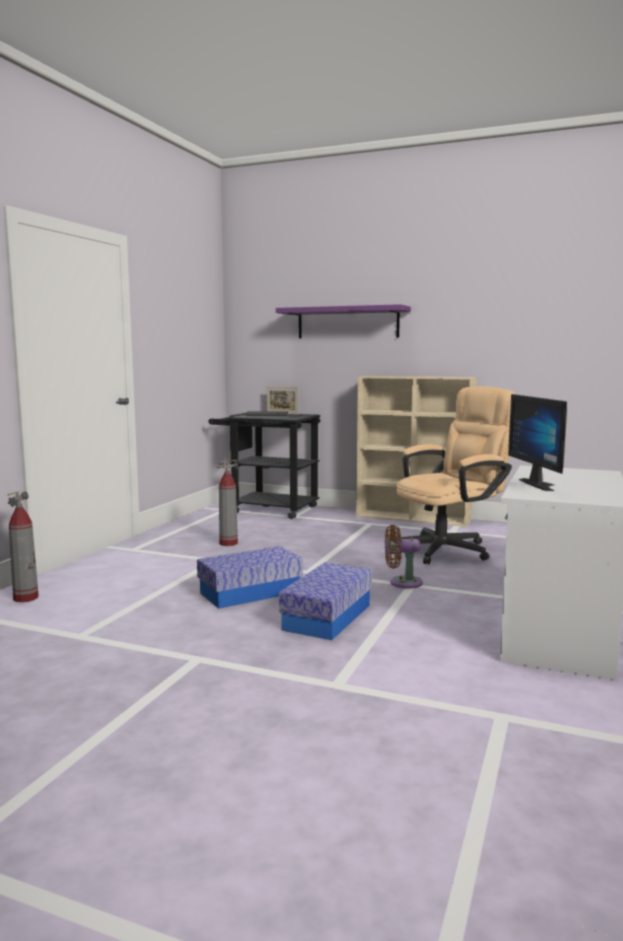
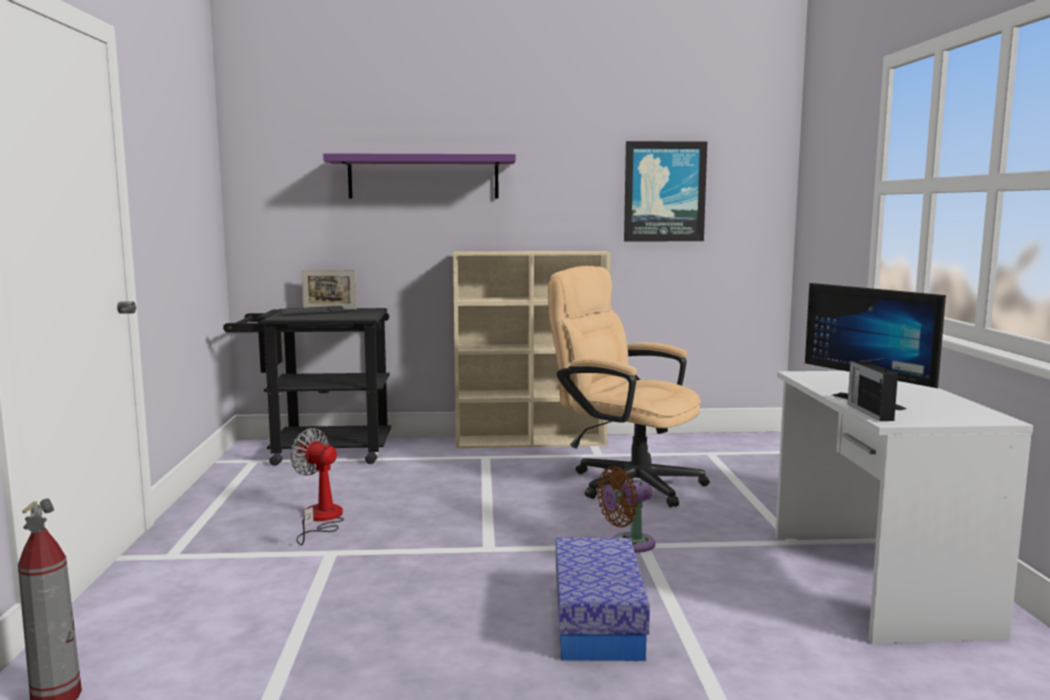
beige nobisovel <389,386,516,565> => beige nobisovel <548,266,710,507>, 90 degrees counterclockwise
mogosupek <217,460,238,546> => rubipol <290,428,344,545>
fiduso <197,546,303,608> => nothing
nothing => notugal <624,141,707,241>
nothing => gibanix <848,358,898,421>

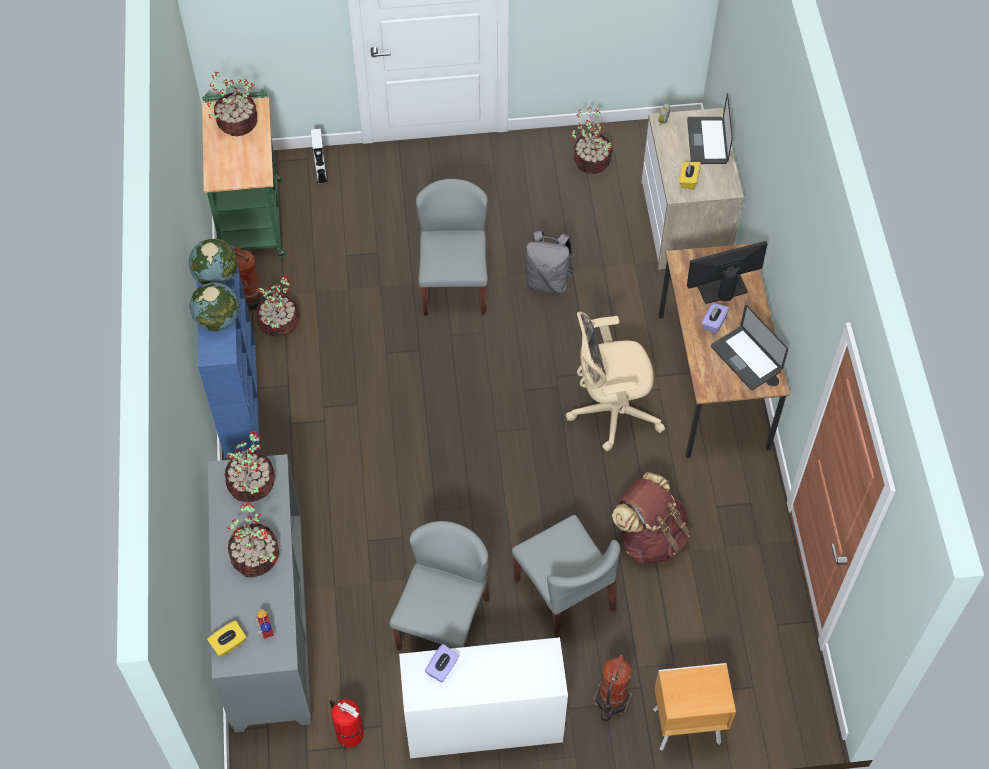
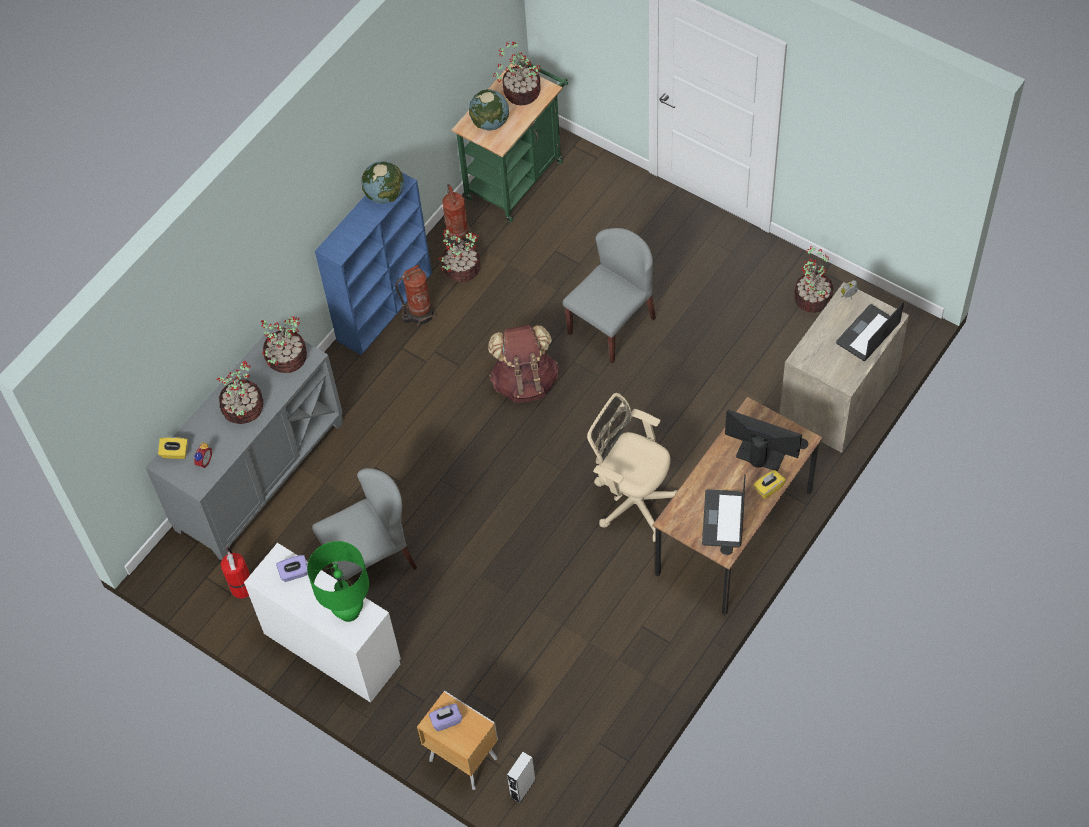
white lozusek <310,128,328,184> => white lozusek <507,752,536,803>, shifted
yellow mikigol <679,162,701,190> => yellow mikigol <753,470,786,499>, shifted
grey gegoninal <524,230,573,294> => nothing
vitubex <189,282,240,332> => vitubex <469,89,509,131>, shifted
purple mikigol <702,303,730,334> => purple mikigol <429,704,462,731>, shifted
brown gegoninal <612,472,691,564> => brown gegoninal <488,325,559,403>, shifted
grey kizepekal <512,515,620,641> => nothing
mogosupek <593,655,633,722> => mogosupek <395,265,436,326>, shifted
nothing => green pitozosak <307,541,369,622>

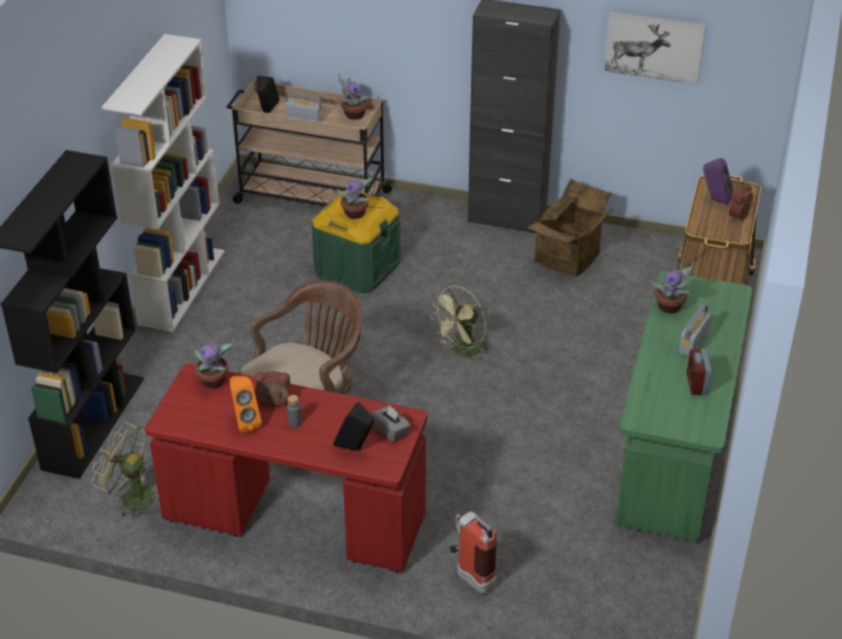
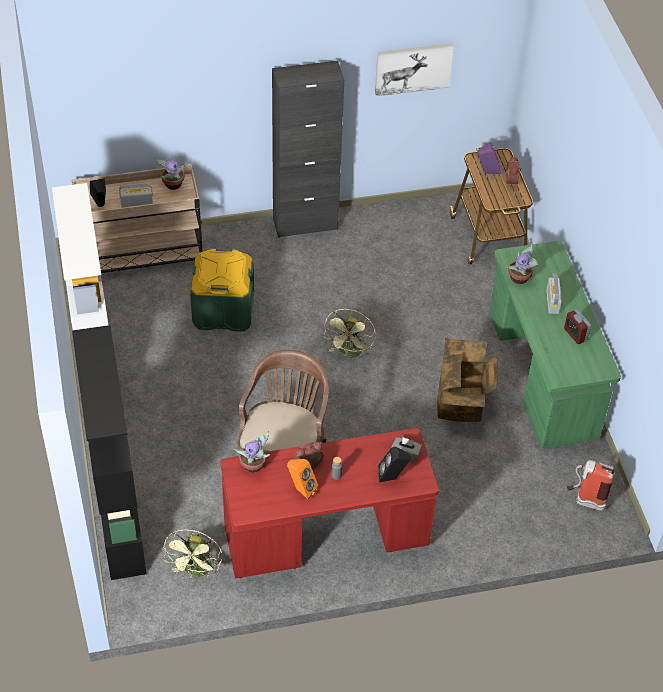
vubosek <337,173,374,219> => nothing
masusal <528,179,614,277> => masusal <437,338,498,422>, shifted
green rubipol <92,422,157,519> => green rubipol <163,530,222,578>, 75 degrees counterclockwise
mogosupek <450,512,497,594> => mogosupek <567,460,615,511>, shifted

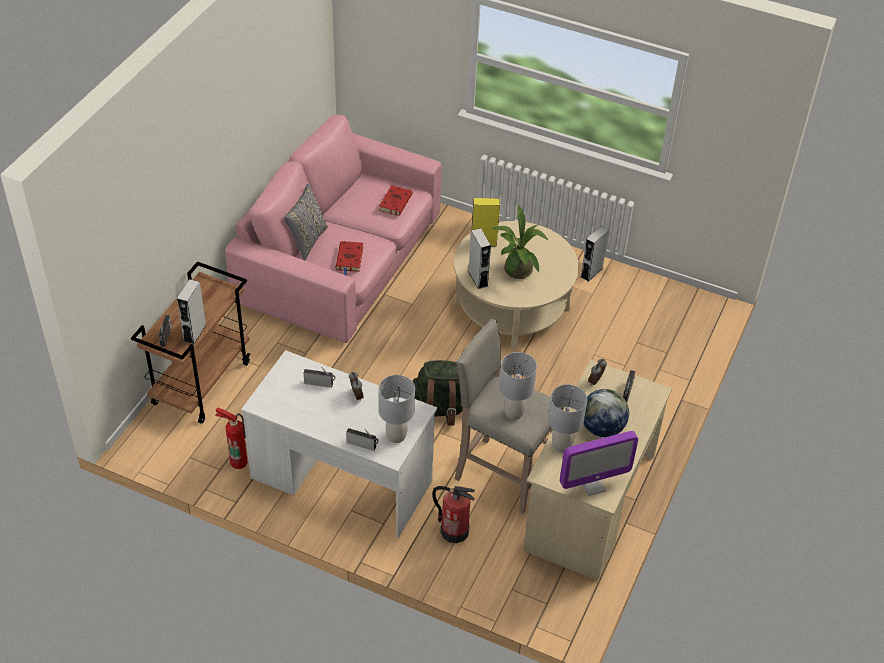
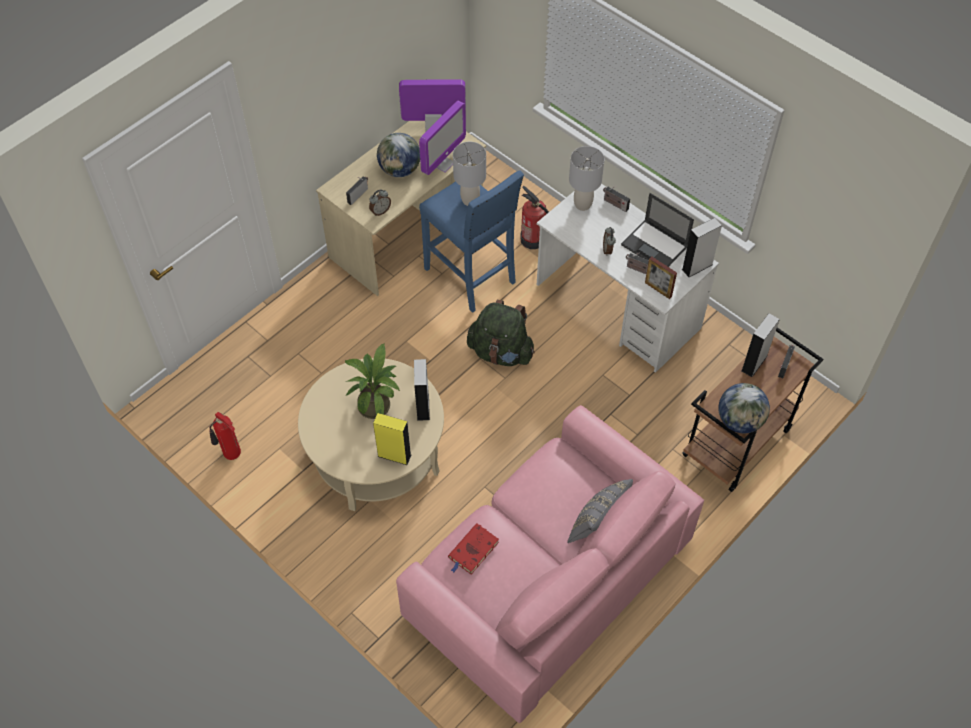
grey lozusek <581,226,609,282> => grey lozusek <682,218,722,277>, shifted
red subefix <335,241,363,276> => nothing
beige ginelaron <455,319,564,514> => blue ginelaron <419,170,524,313>
grey pitozosak <548,384,587,453> => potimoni <419,101,466,175>
mogosupek <215,407,248,469> => mogosupek <209,412,241,460>, shifted
nothing => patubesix <621,193,694,267>
nothing => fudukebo <645,256,677,299>
nothing => vitubex <718,383,770,433>

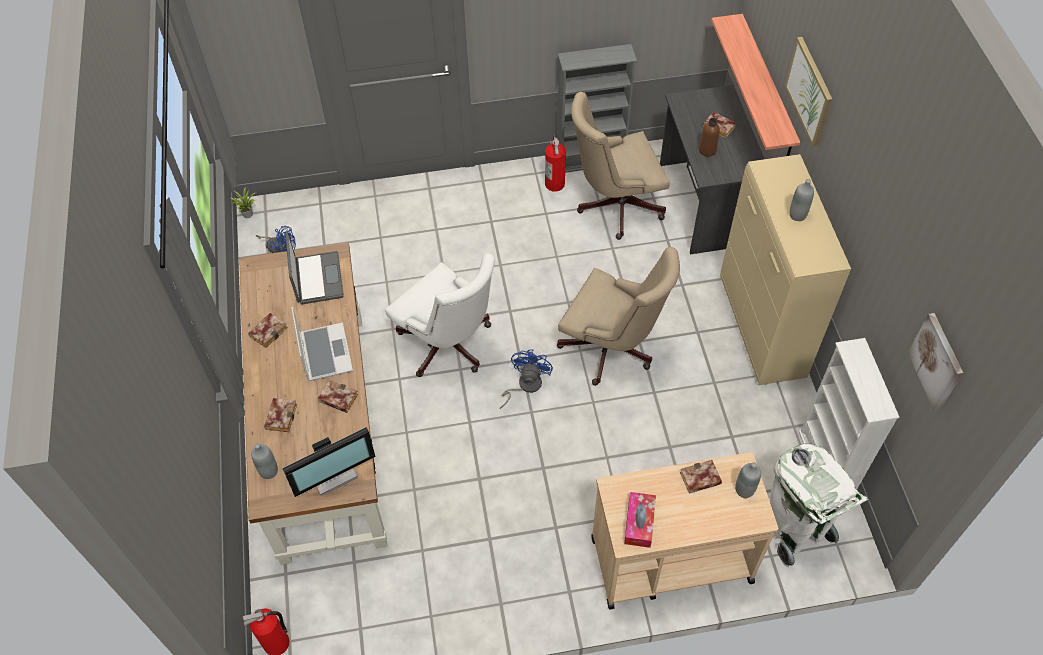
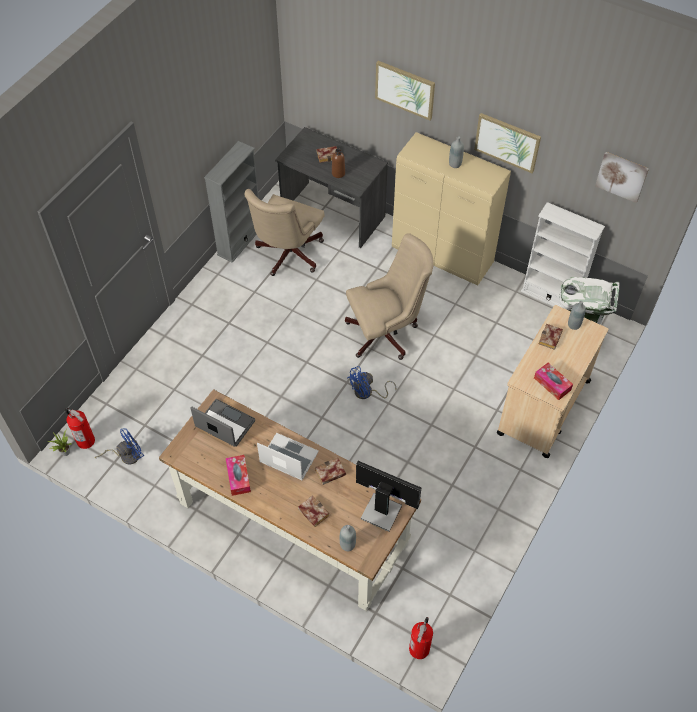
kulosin <711,14,800,156> => nothing
mogosupek <545,135,566,192> => mogosupek <65,408,95,449>, shifted
white nobisovel <385,253,495,377> => nothing
subefix <248,313,288,348> => mikigol <226,455,251,496>
blue rubipol <500,349,553,409> => blue rubipol <347,366,396,399>, 90 degrees counterclockwise
potimoni <282,427,376,497> => potimoni <356,461,421,532>, 75 degrees counterclockwise
nothing => notugal <474,113,541,173>

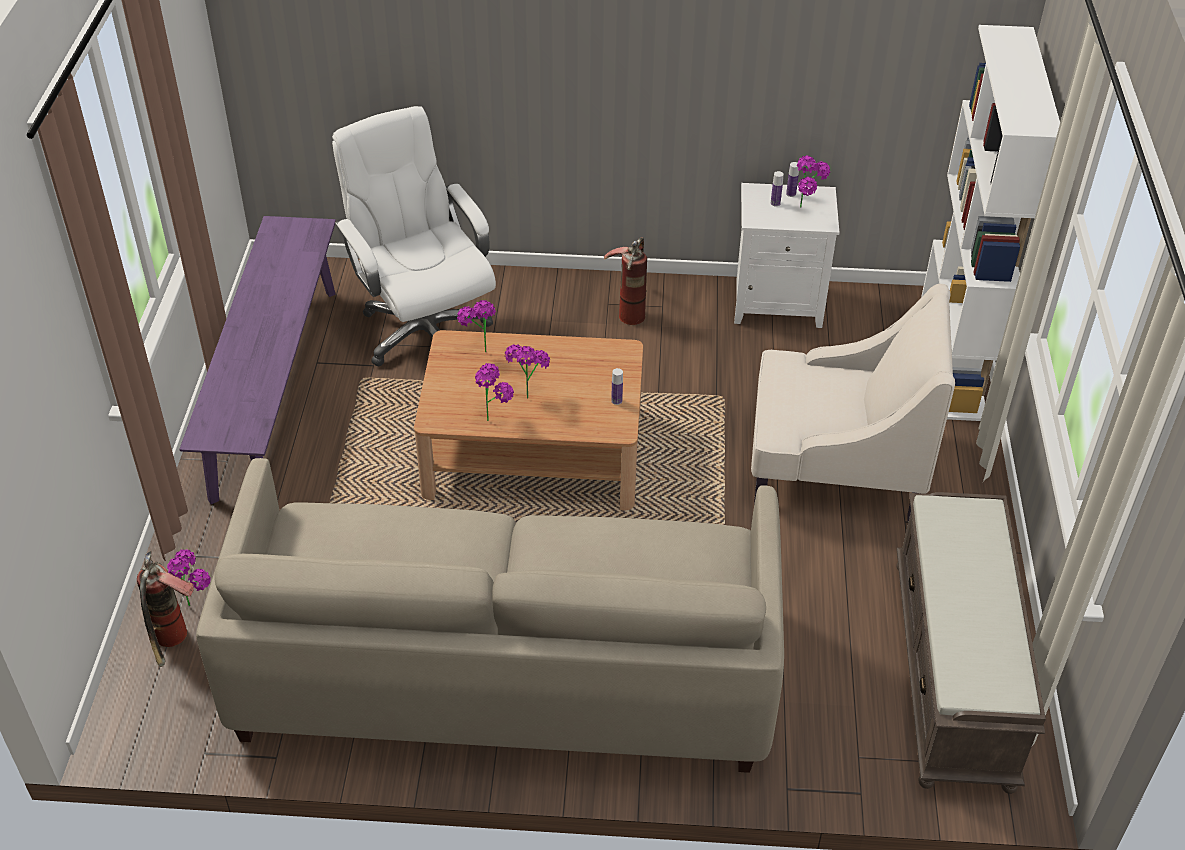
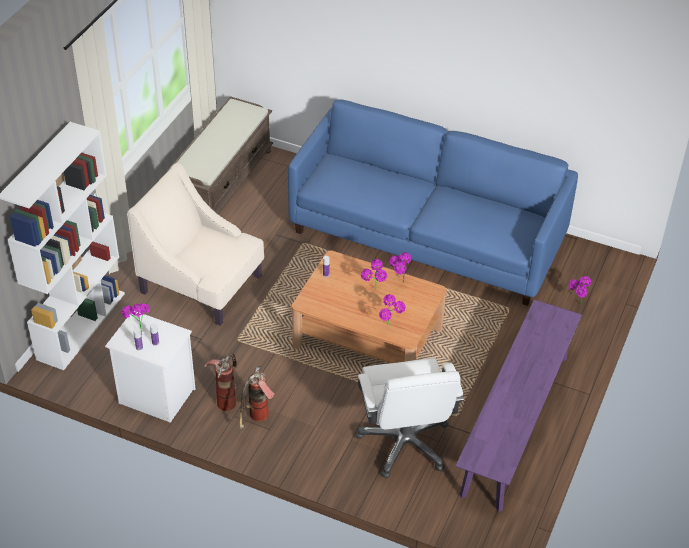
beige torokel <196,458,784,773> => blue torokel <288,99,578,306>
mogosupek <137,551,194,667> => mogosupek <204,353,237,411>, shifted

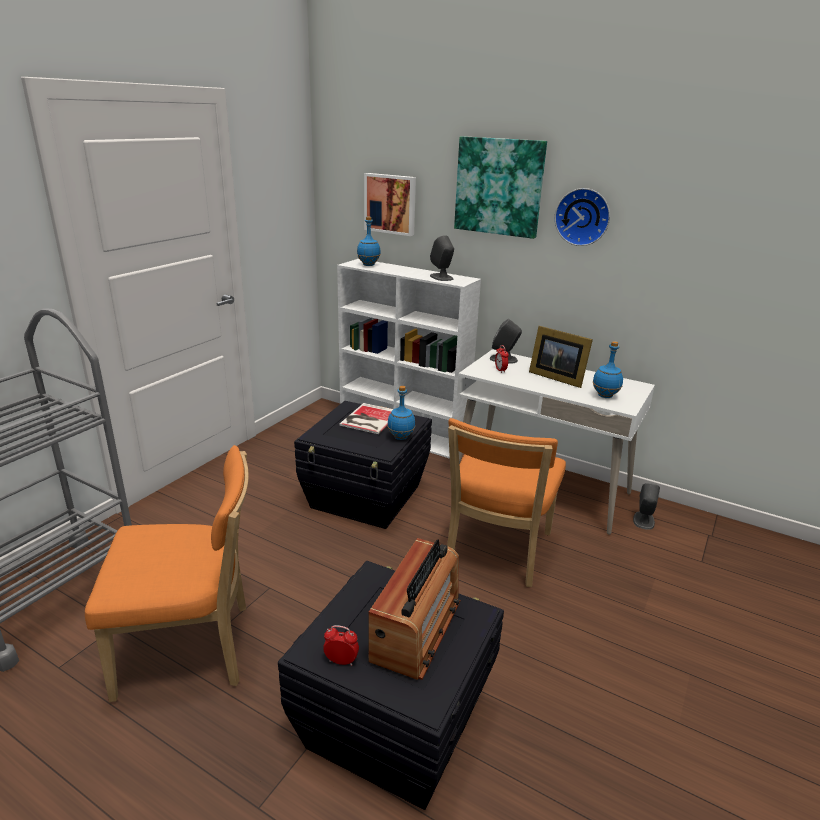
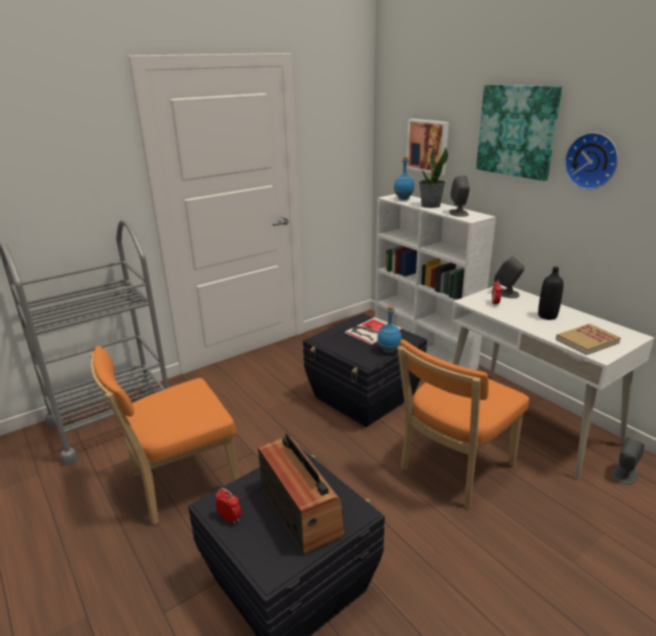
fudukebo <529,326,593,388> => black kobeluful <538,267,564,320>
blue kobeluful <593,341,623,398> => subefix <556,324,621,355>
orange kizepekal <85,445,249,702> => orange kizepekal <89,346,240,525>, 135 degrees clockwise
gibanix <368,538,461,680> => gibanix <258,433,345,554>, 75 degrees counterclockwise
nothing => vubosek <419,147,448,208>

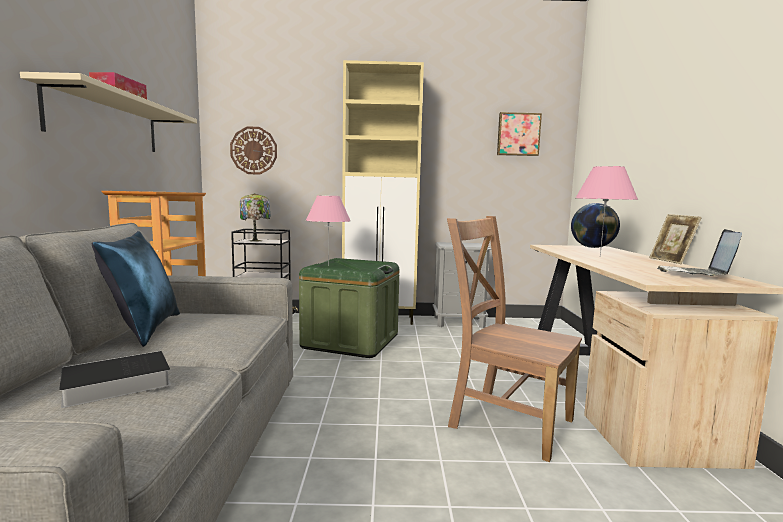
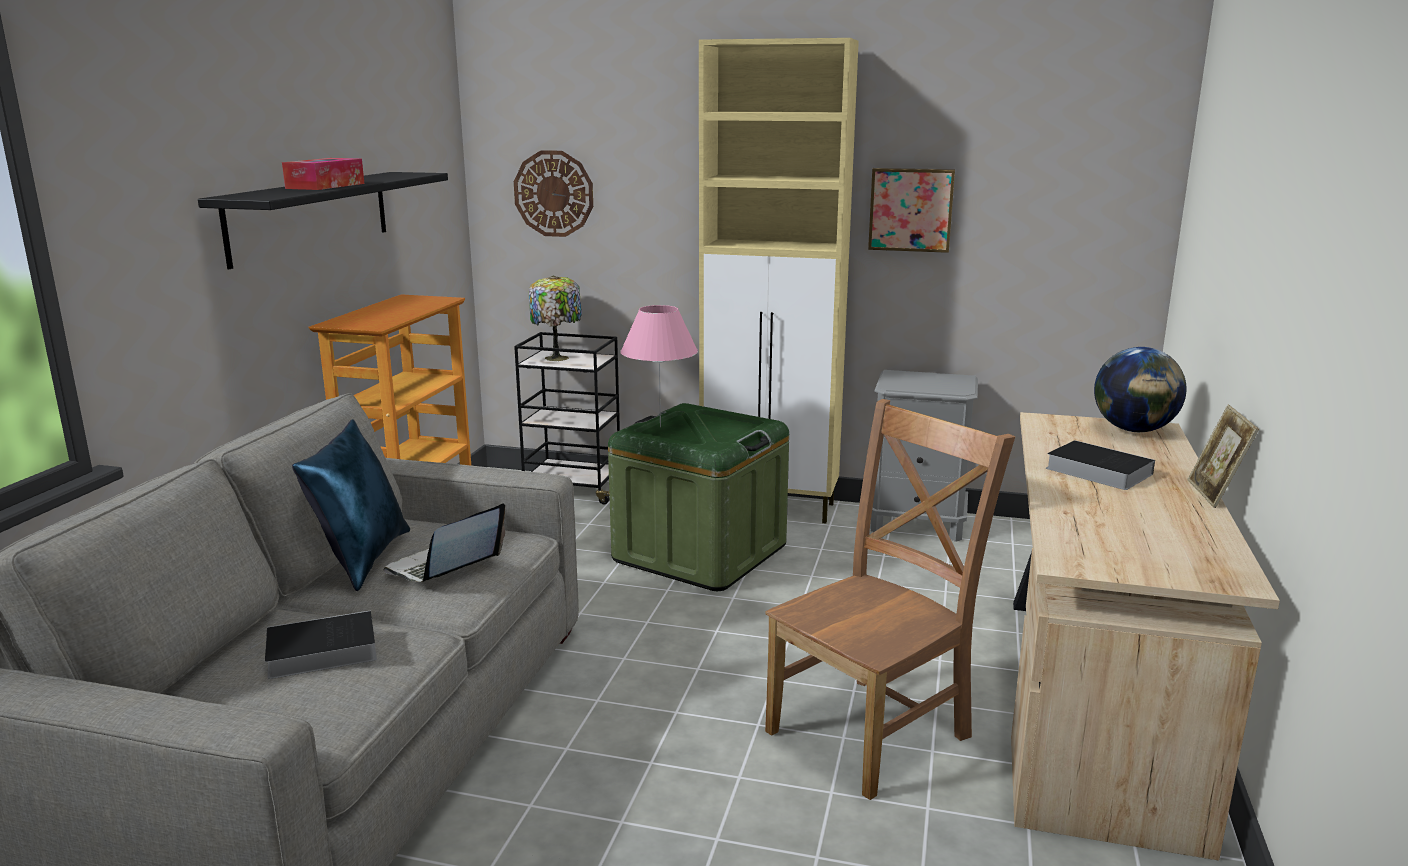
beige kulosin <20,72,197,152> => black kulosin <198,172,448,269>
notugal <497,112,542,156> => notugal <868,168,955,253>, shifted
pink pitozosak <576,166,638,257> => subefix <1046,440,1155,490>
brown kizepekal <447,216,582,462> => brown kizepekal <765,399,1015,800>, 90 degrees clockwise
patubesix <657,229,742,276> => patubesix <383,503,506,582>, shifted

